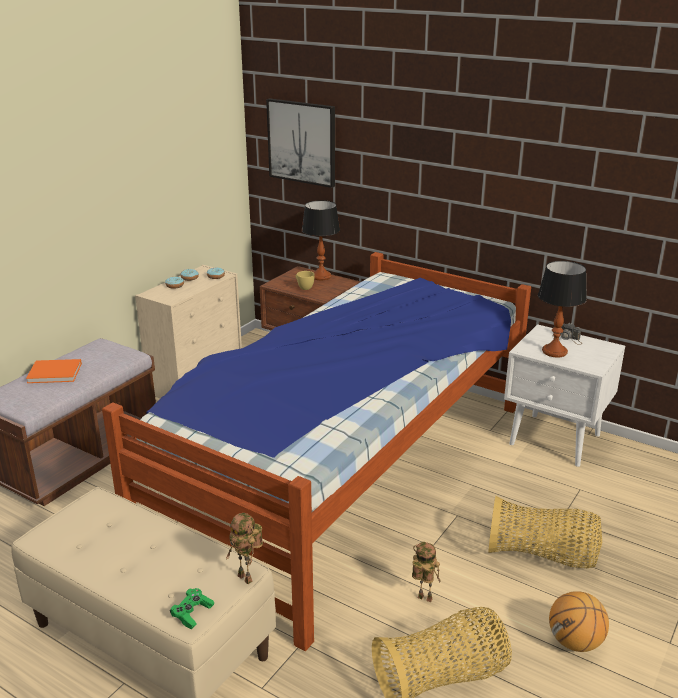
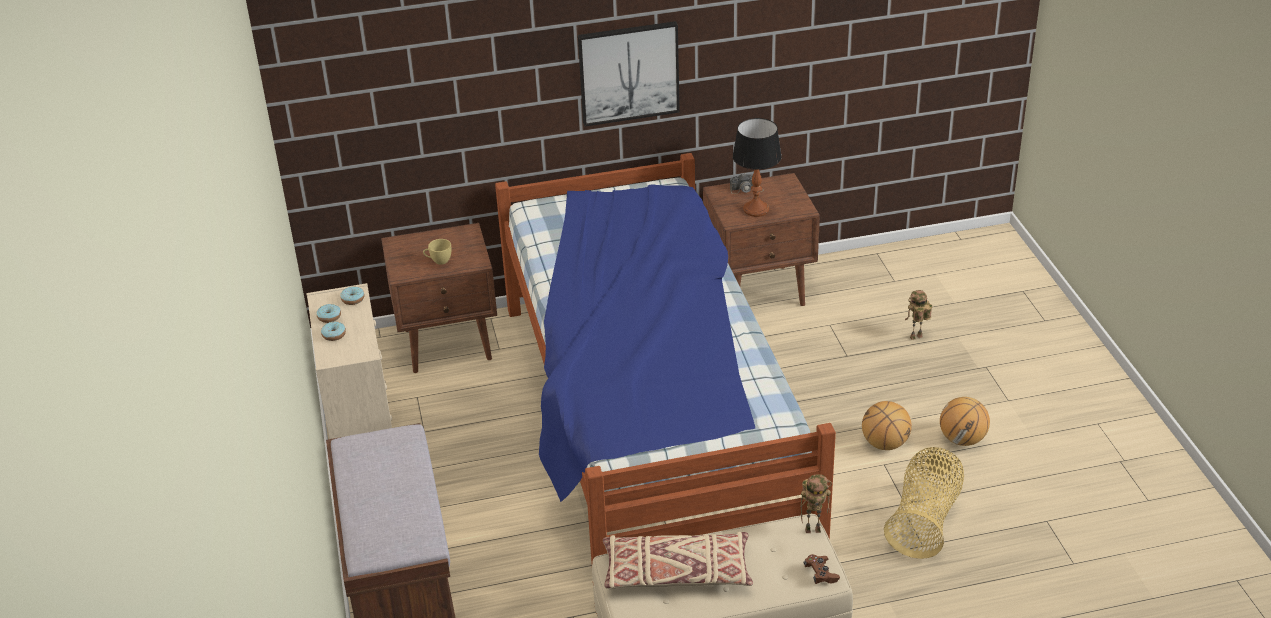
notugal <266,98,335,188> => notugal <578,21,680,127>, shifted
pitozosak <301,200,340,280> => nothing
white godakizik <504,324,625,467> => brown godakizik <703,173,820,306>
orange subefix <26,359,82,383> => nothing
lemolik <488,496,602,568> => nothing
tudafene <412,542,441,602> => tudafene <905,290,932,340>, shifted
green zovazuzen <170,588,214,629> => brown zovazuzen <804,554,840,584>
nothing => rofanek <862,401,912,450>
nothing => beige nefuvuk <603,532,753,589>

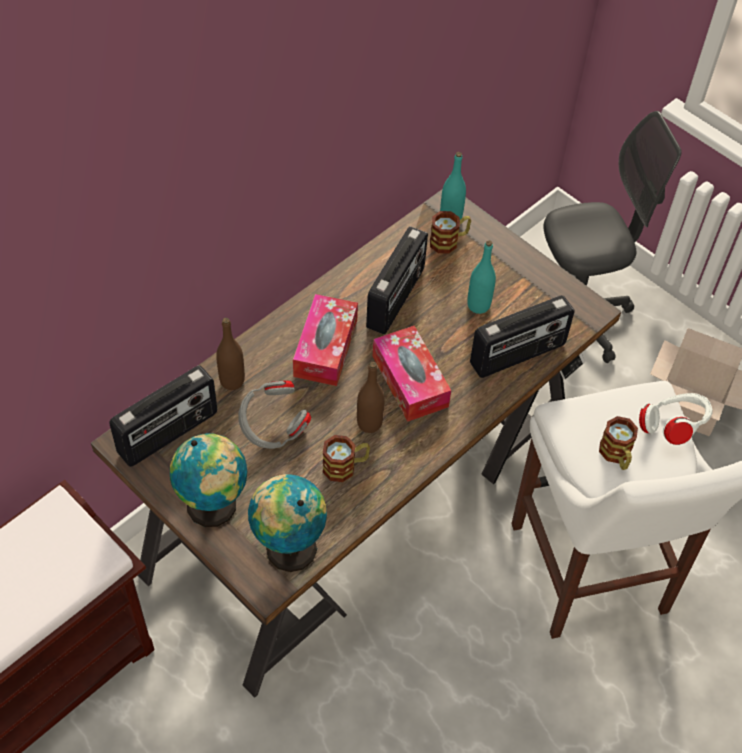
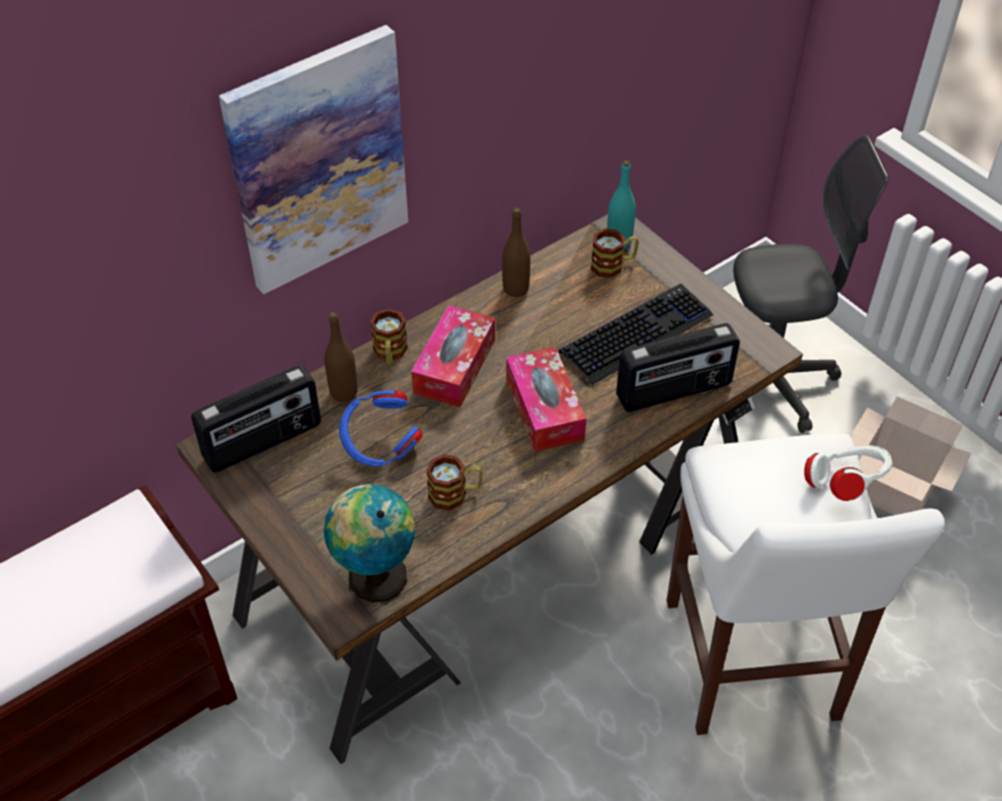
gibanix <366,226,428,334> => nothing
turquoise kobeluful <467,241,496,314> => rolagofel <559,283,713,385>
brown kobeluful <357,362,385,433> => brown kobeluful <502,208,530,297>, shifted
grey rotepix <238,380,311,449> => blue rotepix <339,390,423,466>
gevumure <599,416,638,470> => gevumure <370,308,408,365>, shifted
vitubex <170,433,247,527> => nothing
nothing => notugal <219,25,408,294>

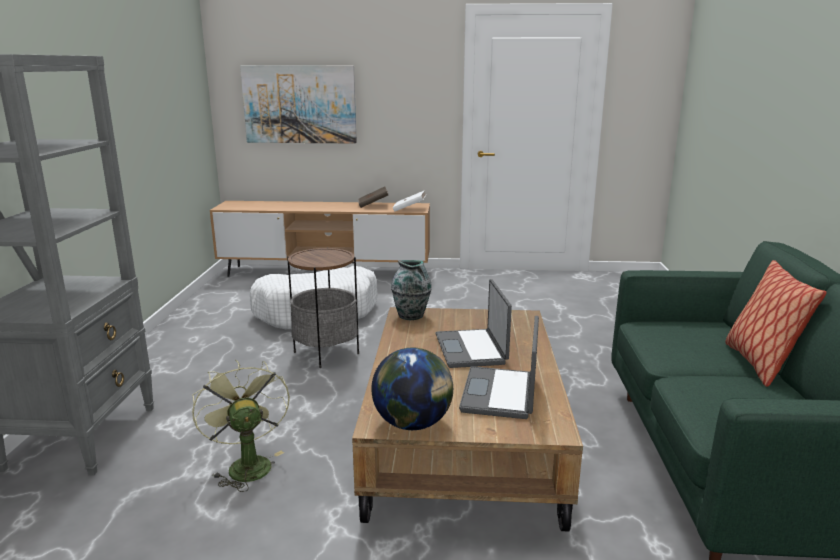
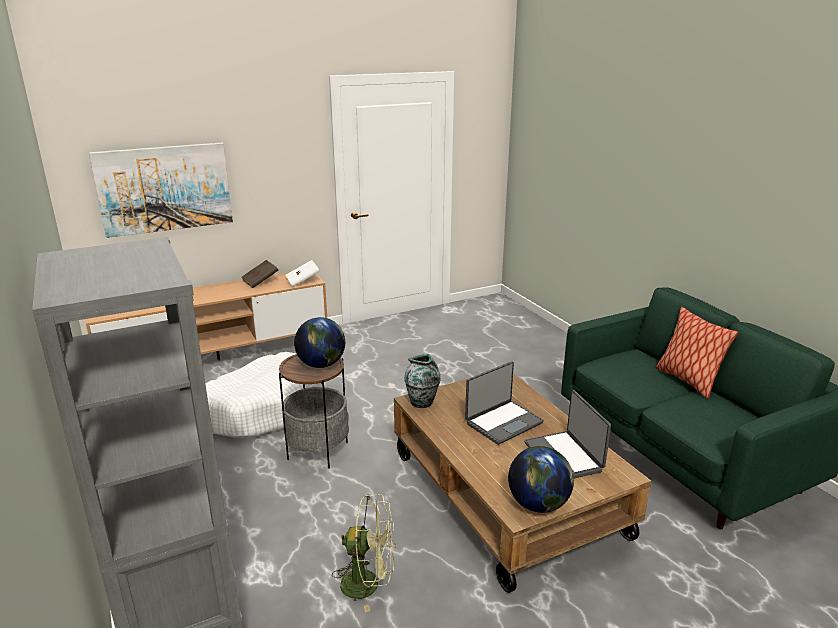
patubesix <436,279,512,368> => patubesix <465,361,544,445>, 90 degrees counterclockwise
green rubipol <192,359,290,492> => green rubipol <332,494,396,612>, 150 degrees clockwise
nothing => vitubex <294,317,345,368>

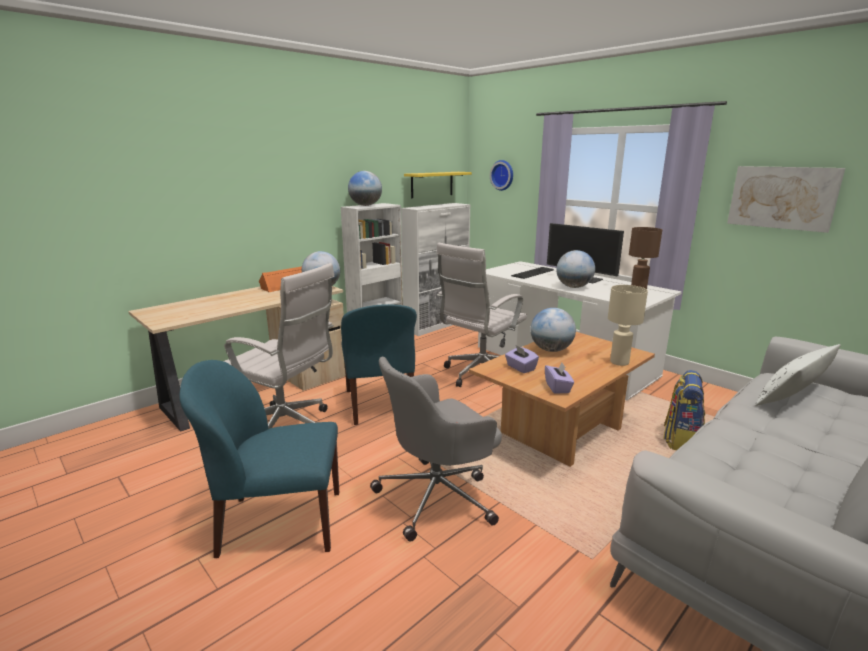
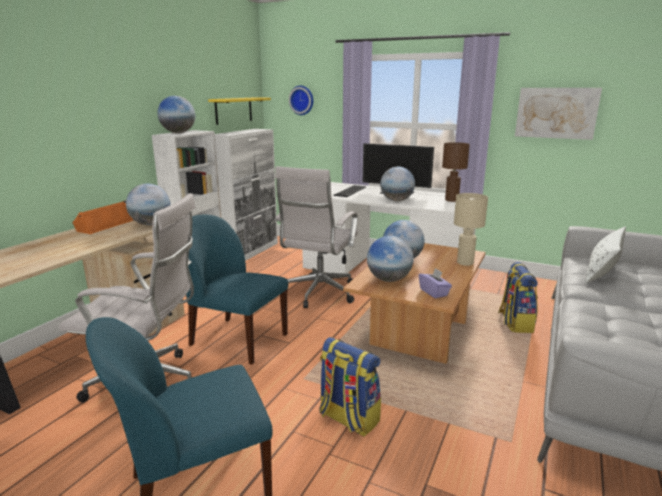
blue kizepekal <341,304,417,425> => blue kizepekal <186,215,288,365>, 150 degrees clockwise
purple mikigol <505,345,539,373> => vitubex <367,236,414,282>
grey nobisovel <370,357,502,542> => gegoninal <319,337,381,437>

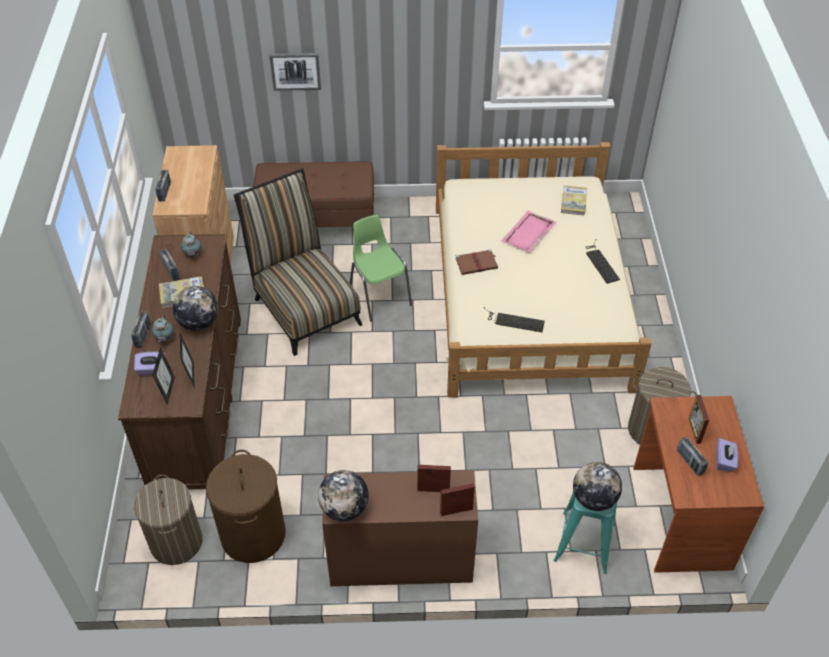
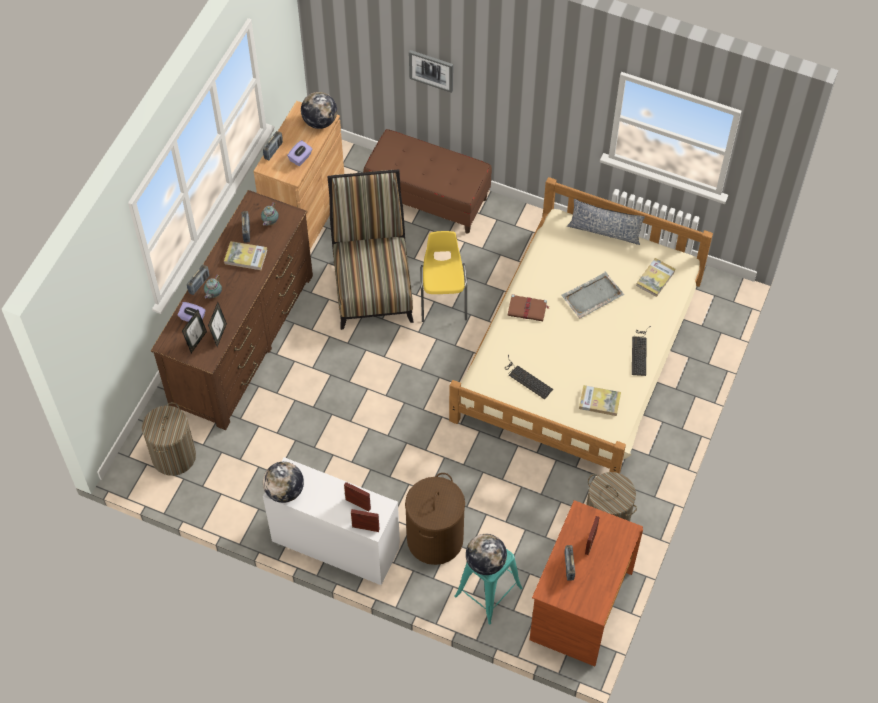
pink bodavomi <501,210,556,254> => grey bodavomi <561,272,624,319>
green kizepekal <350,215,412,321> => yellow kizepekal <421,231,467,322>
vitubex <173,286,218,331> => vitubex <301,92,337,129>, shifted
purple mikigol <716,438,738,472> => purple mikigol <287,140,312,166>, shifted
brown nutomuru <206,450,286,563> => brown nutomuru <405,473,465,565>, shifted
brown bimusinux <322,470,478,586> => white bimusinux <263,457,400,585>
nothing => nefuvuk <567,199,645,245>
nothing => subefix <579,385,621,416>

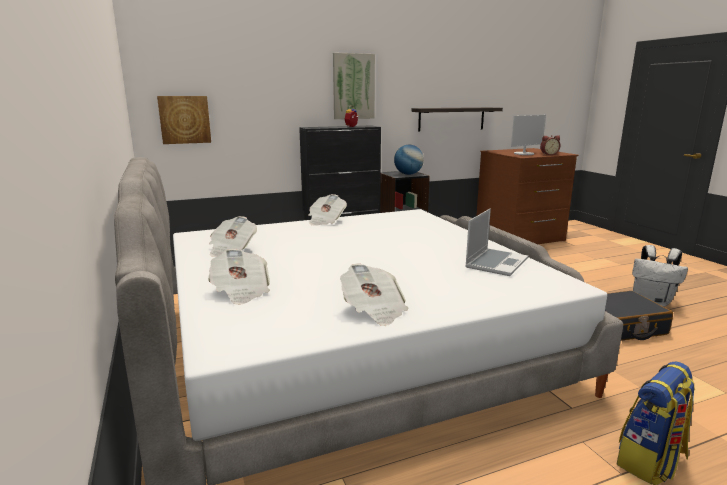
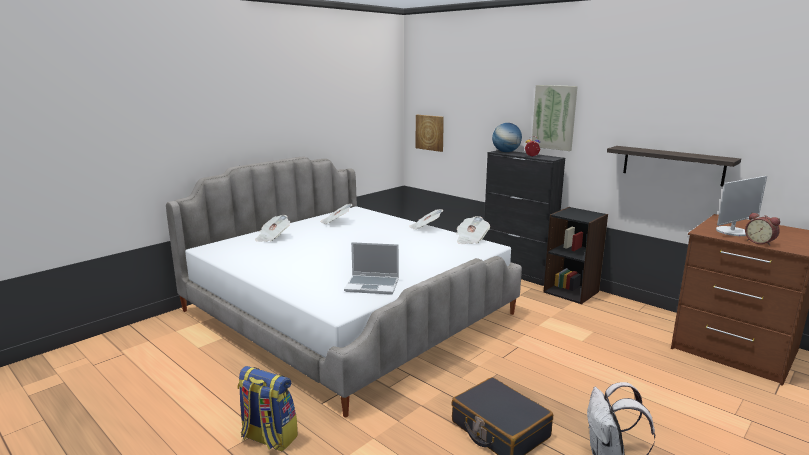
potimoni <511,115,546,155> => potimoni <716,176,767,236>, 60 degrees counterclockwise
vitubex <394,145,424,175> => vitubex <492,123,522,152>, shifted
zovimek <340,263,409,326> => zovimek <456,216,490,244>, shifted

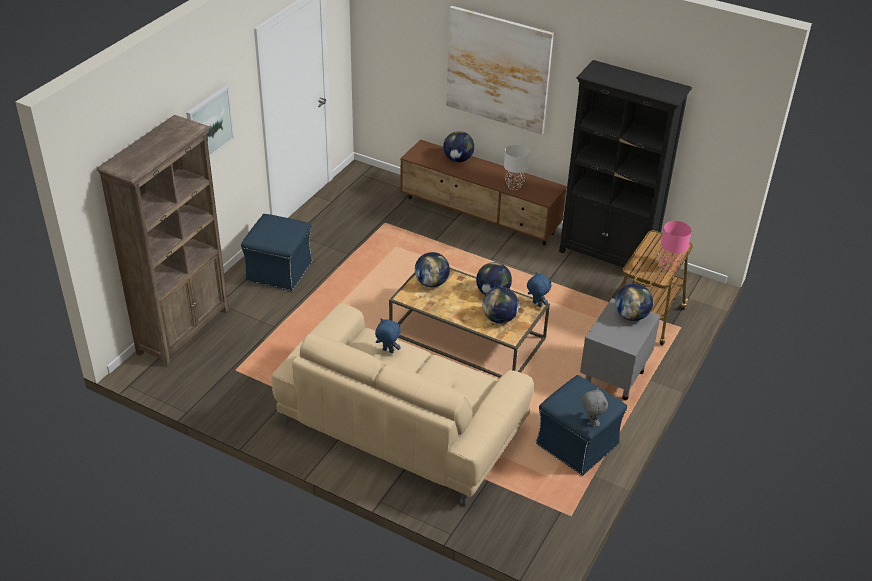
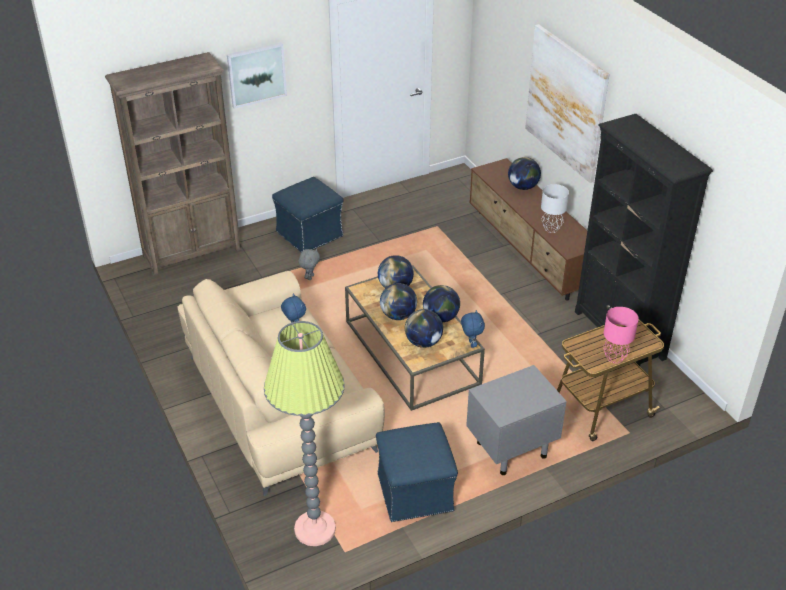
vitubex <615,284,653,321> => vitubex <380,283,417,320>, shifted
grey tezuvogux <582,387,608,427> => grey tezuvogux <298,249,320,280>, shifted
nothing => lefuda <264,321,345,546>

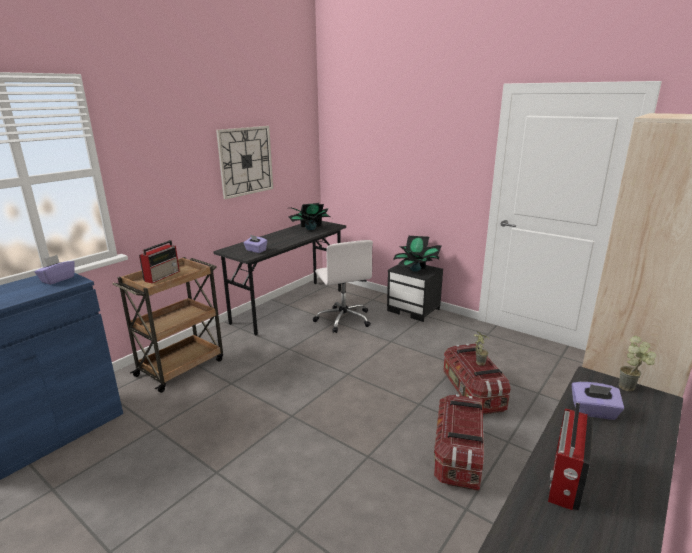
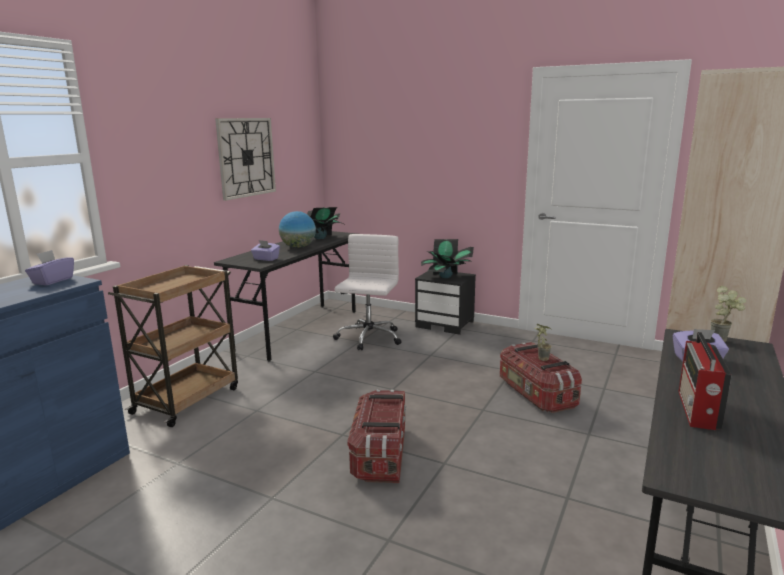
gibanix <139,240,180,283> => nothing
white nobisovel <313,240,373,333> => white nobisovel <333,234,402,350>, 135 degrees counterclockwise
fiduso <434,394,484,491> => fiduso <347,389,406,483>, shifted
nothing => vitubex <279,211,316,248>

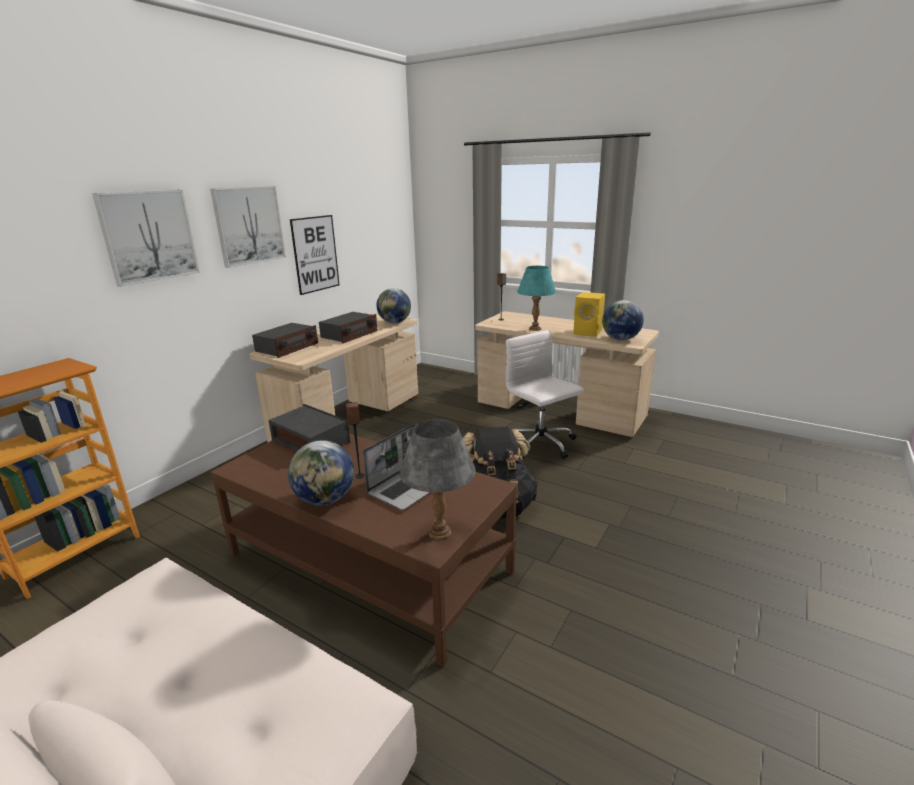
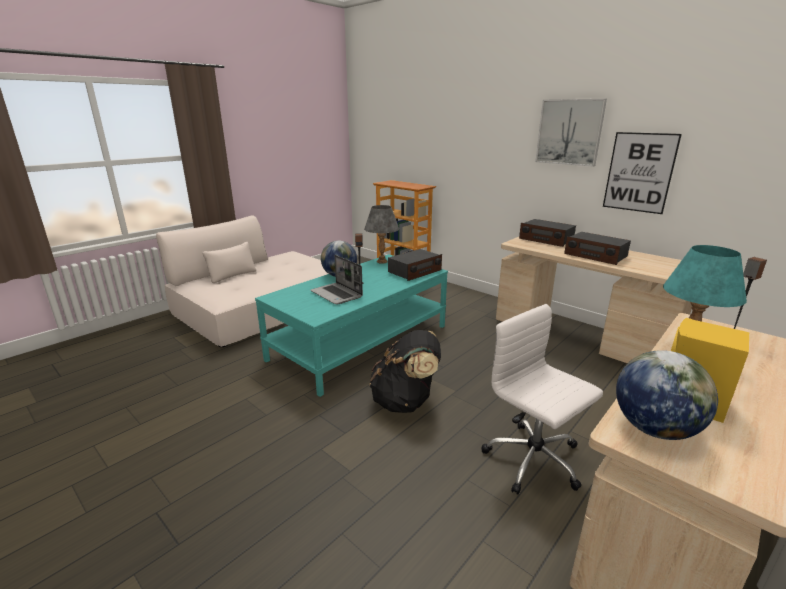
notugal <92,190,200,287> => nothing
vitubex <376,288,411,323> => nothing
white nobisovel <506,330,584,459> => white nobisovel <481,304,603,495>, 105 degrees counterclockwise
grey pitozosak <399,419,476,540> => grey pitozosak <364,205,399,264>, shifted
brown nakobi <210,434,517,667> => turquoise nakobi <255,254,448,397>

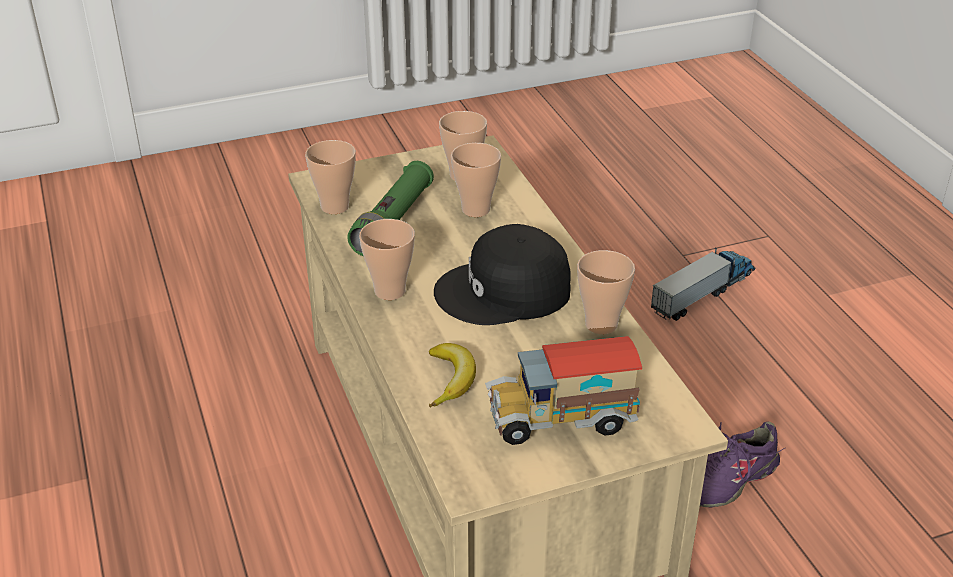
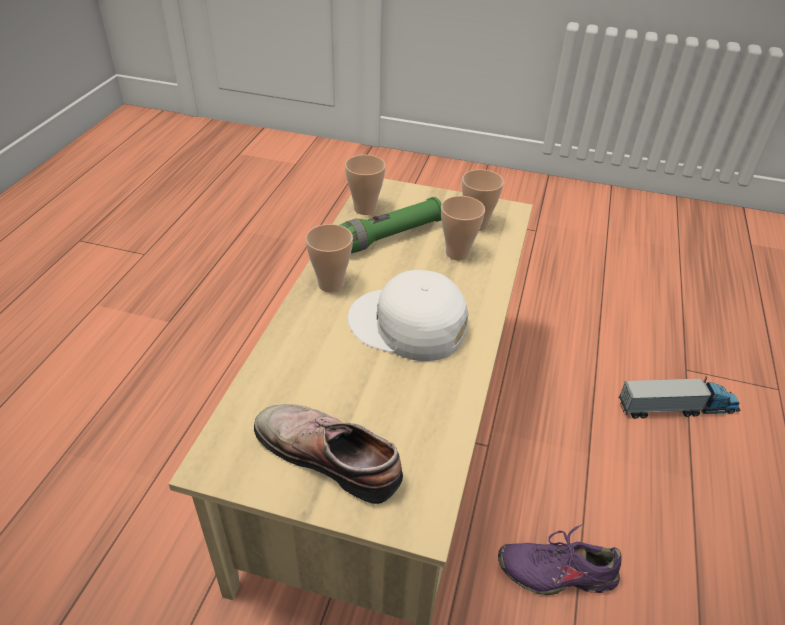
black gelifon <434,224,571,325> => white gelifon <347,270,468,361>
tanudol <577,250,635,334> => nothing
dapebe <485,336,642,445> => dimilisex <254,404,403,504>
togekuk <429,343,476,408> => nothing

